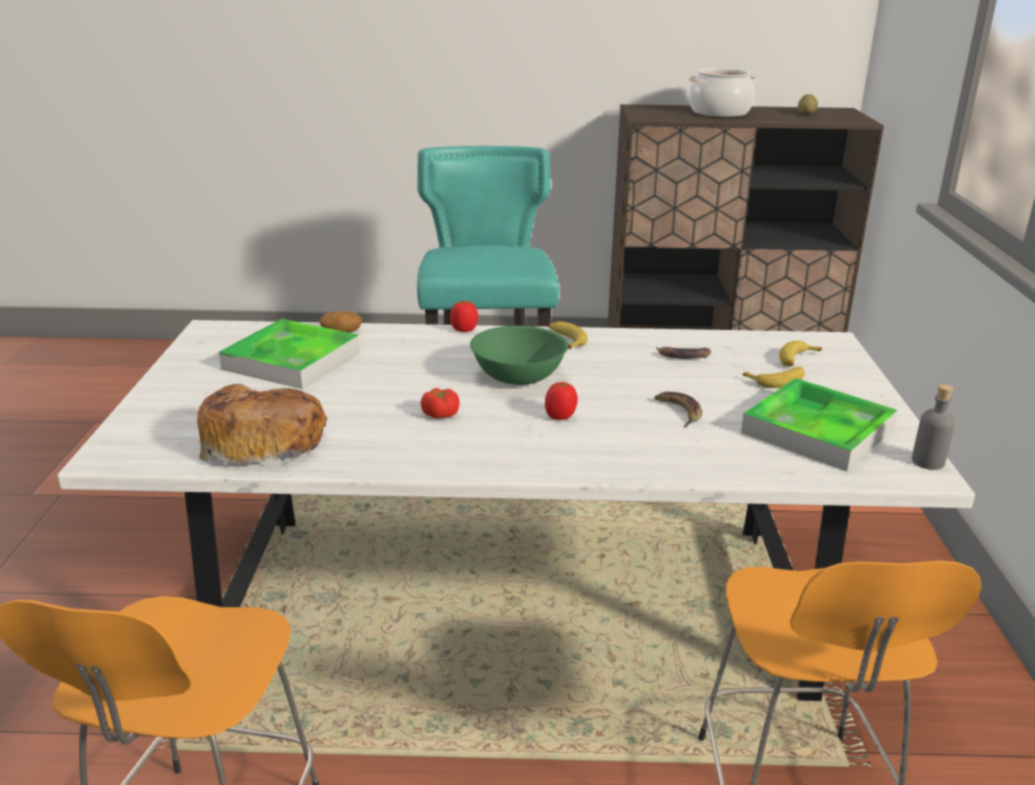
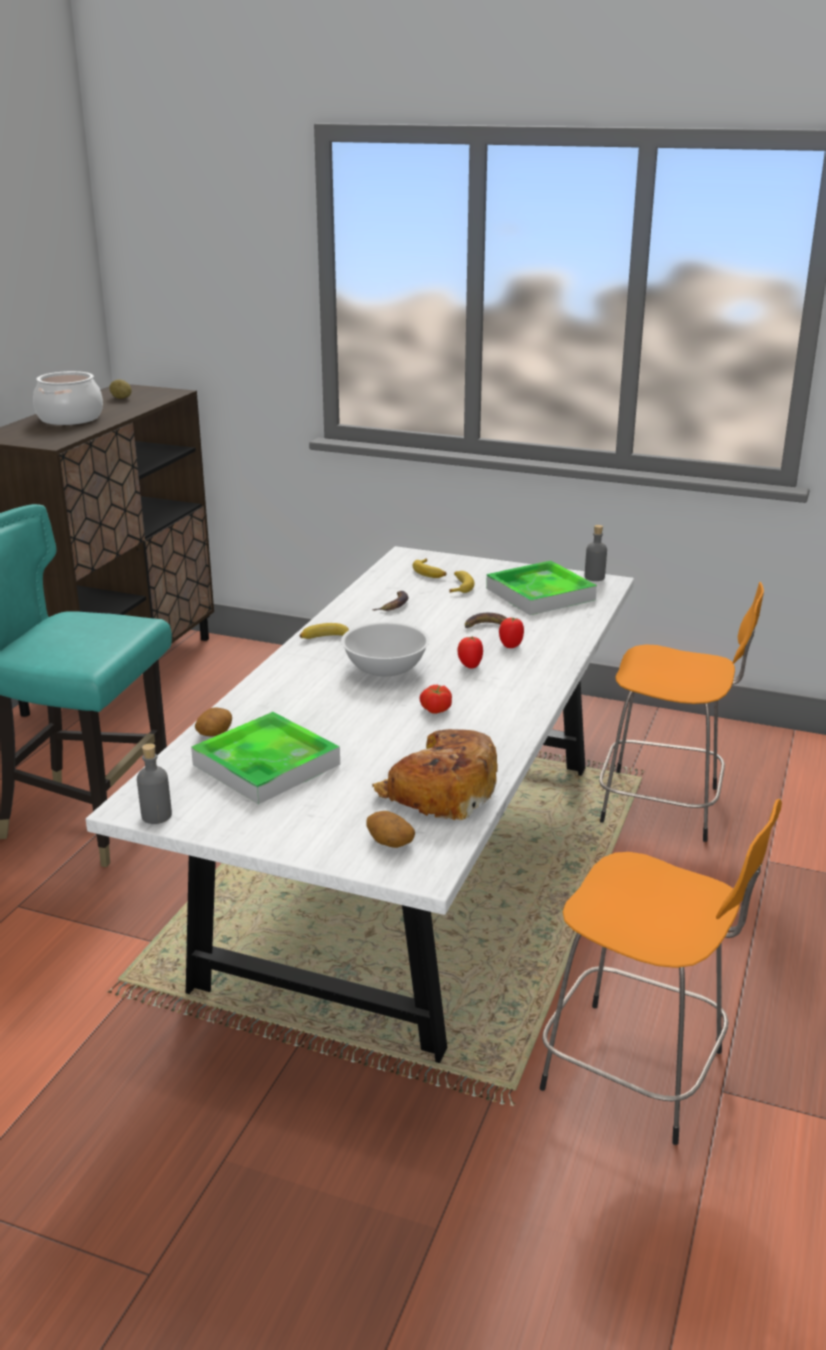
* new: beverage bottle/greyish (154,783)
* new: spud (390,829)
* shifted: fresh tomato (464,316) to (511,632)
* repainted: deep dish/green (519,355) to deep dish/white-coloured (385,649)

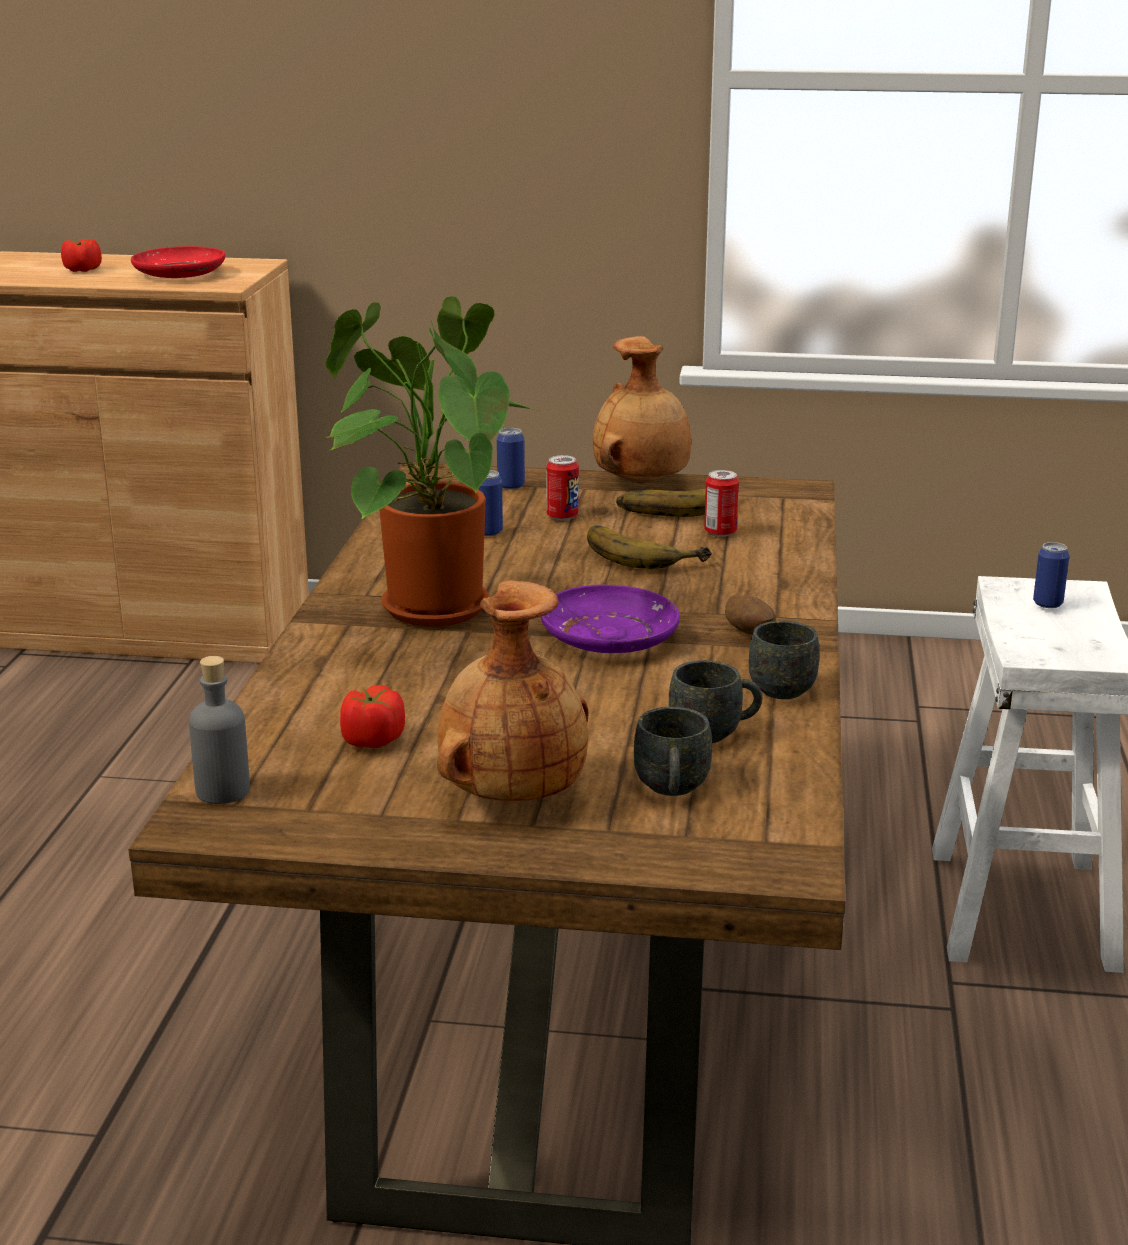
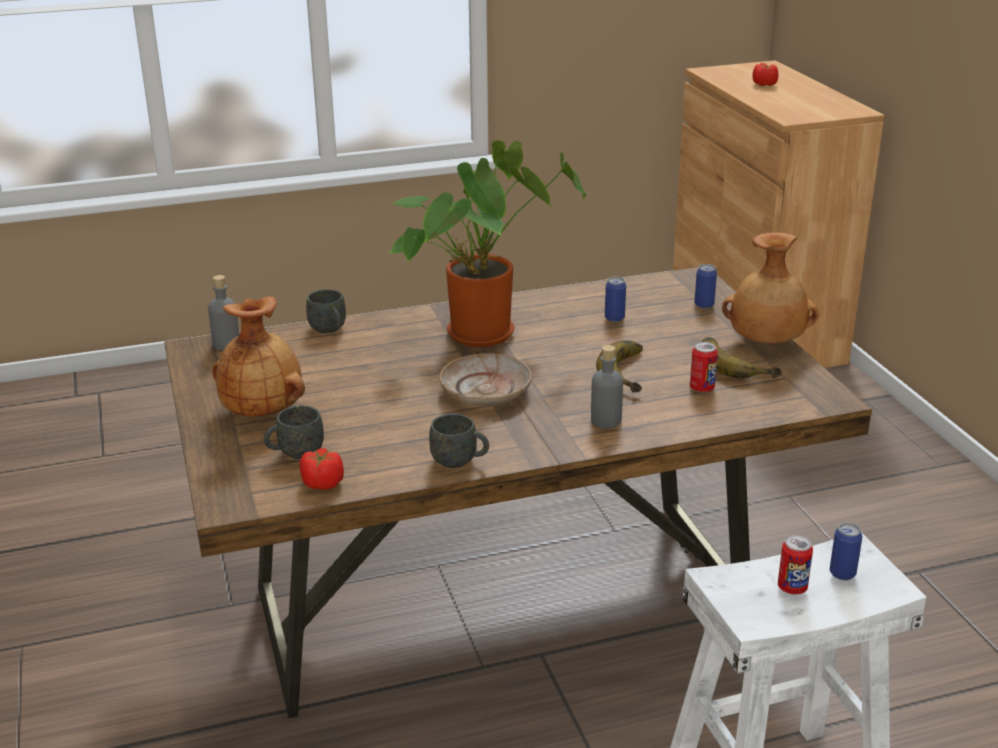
* gone: dinner plate/red-coloured (178,262)
* gone: spud (750,615)
* new: beverage bottle/greyish (607,386)
* shifted: fresh tomato (372,716) to (321,469)
* shifted: metal can (562,487) to (795,564)
* shifted: tea mug/greyish (715,701) to (326,311)
* repainted: dinner plate/purple (610,619) to dinner plate/beige-coloured (485,379)

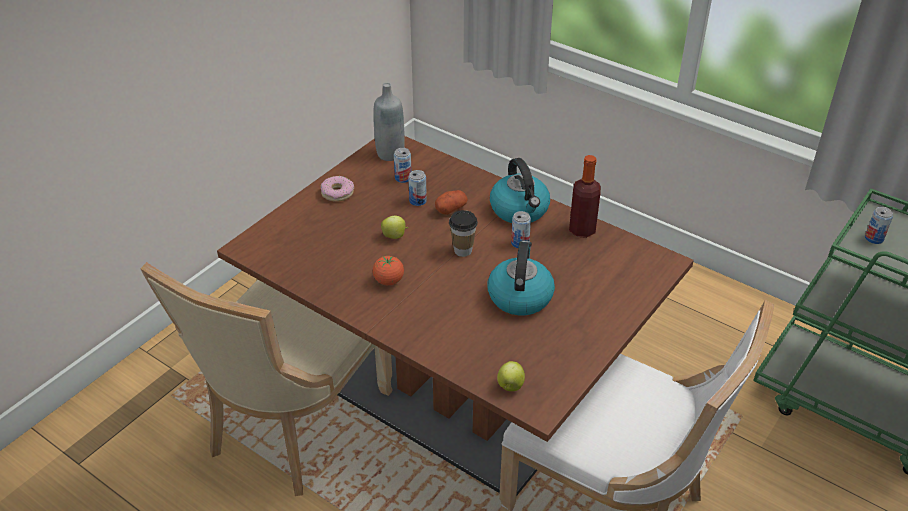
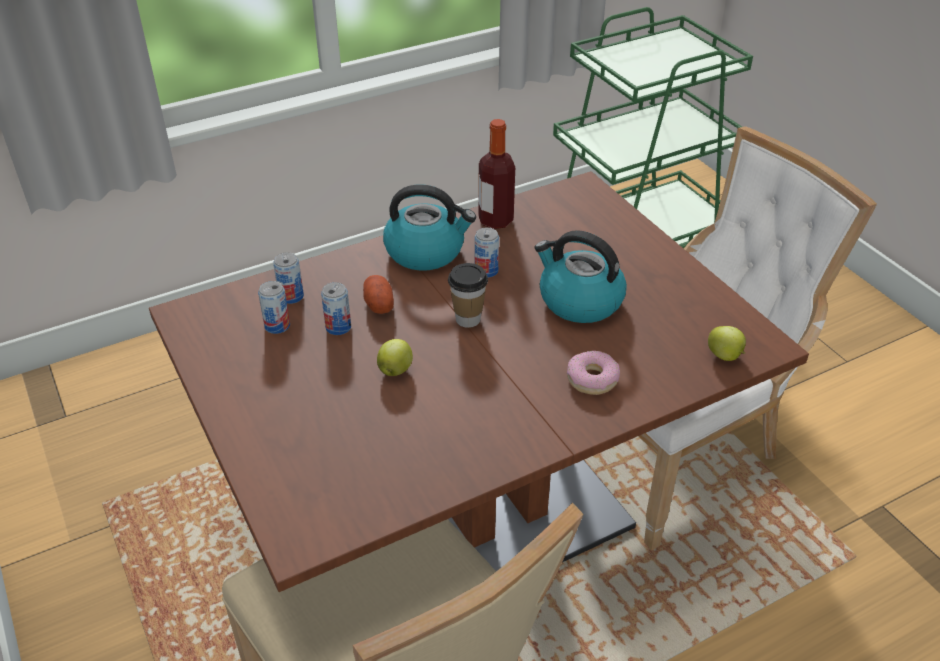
* gone: beverage bottle/greyish (389,122)
* gone: fresh tomato (388,270)
* shifted: doughnut (337,189) to (593,372)
* shifted: metal can (879,225) to (288,278)

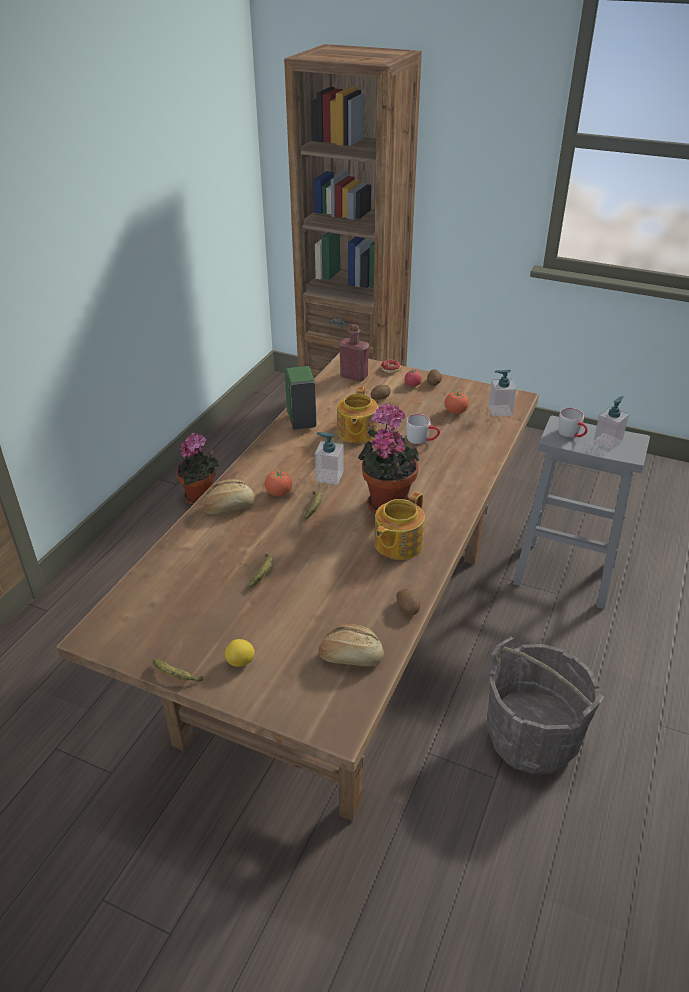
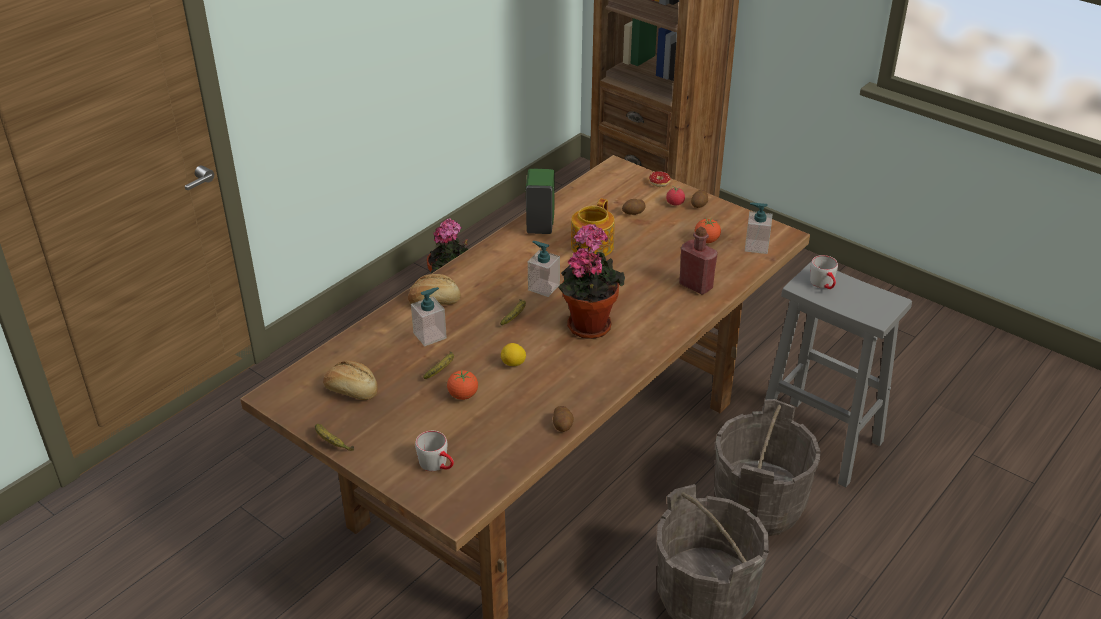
* gone: tea pot (400,525)
* new: bucket/greyish (767,467)
* shifted: citrus fruit (240,653) to (513,354)
* shifted: fresh tomato (278,483) to (462,384)
* shifted: baked bread (351,645) to (350,380)
* shifted: beverage bottle/red-coloured (354,353) to (698,261)
* shifted: tea mug/greyish (423,429) to (434,451)
* shifted: soap bottle (611,422) to (429,316)

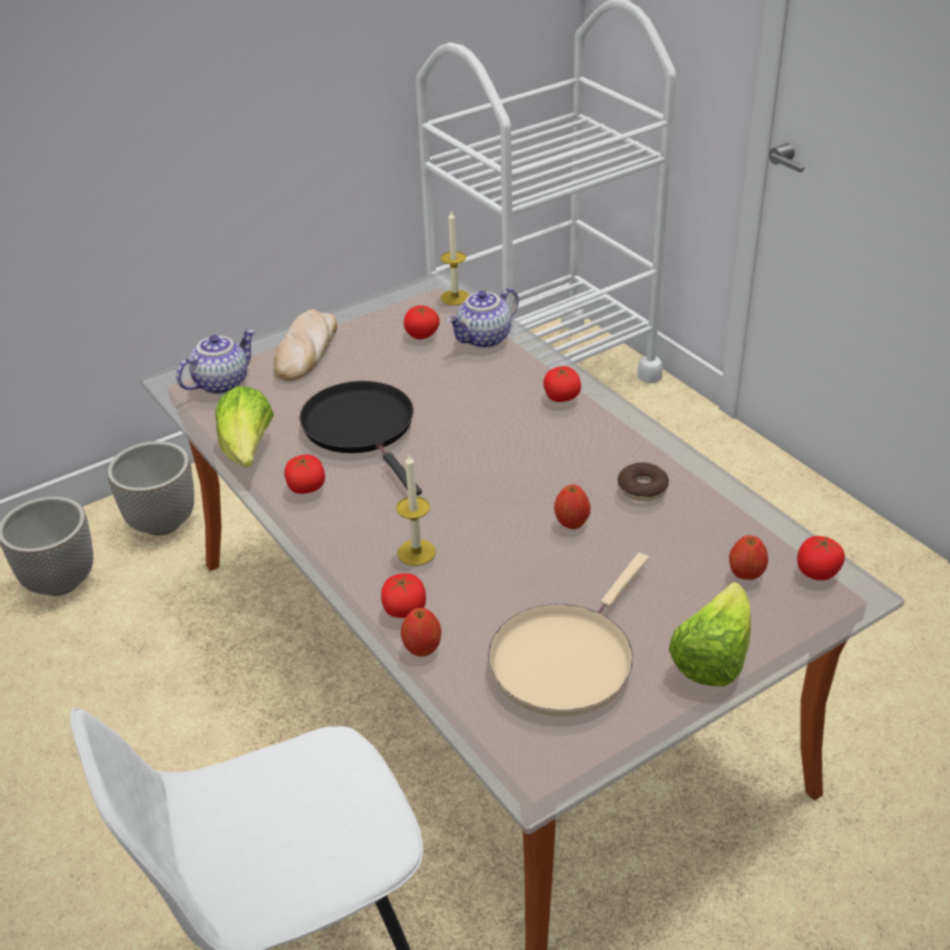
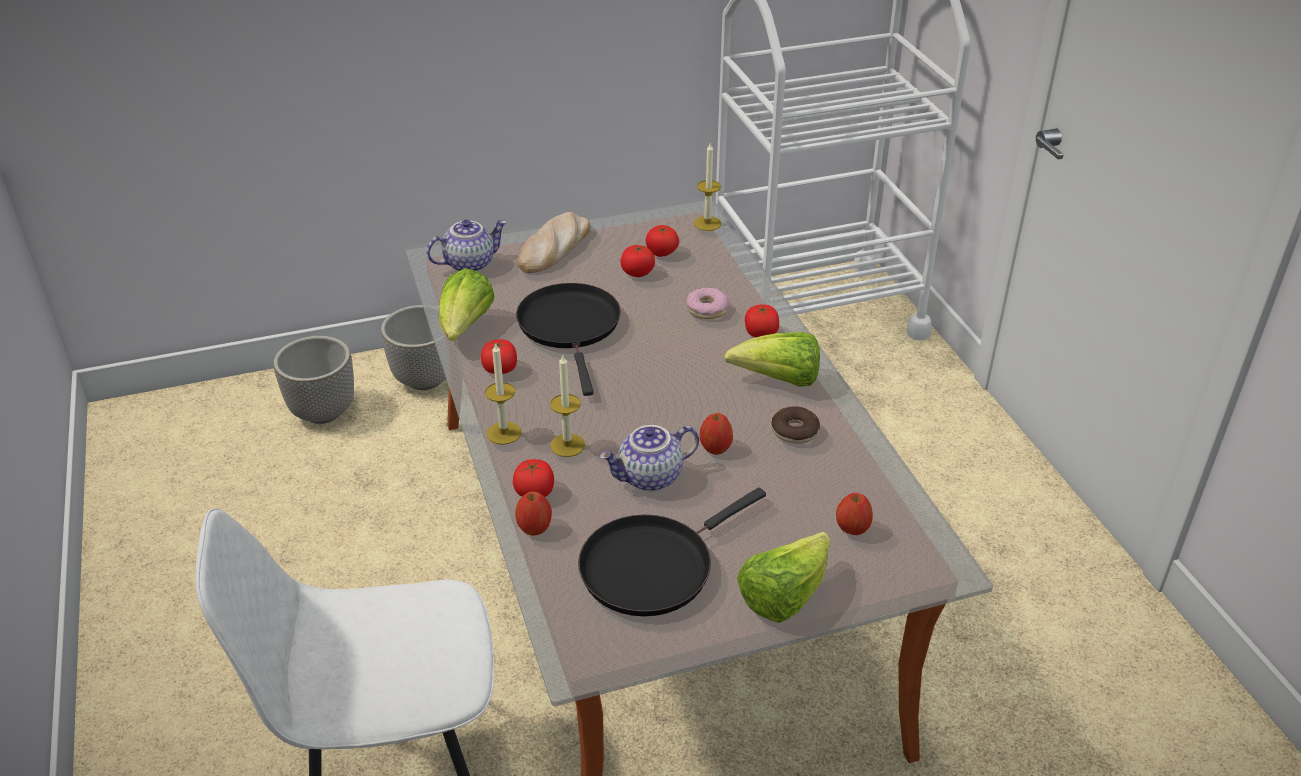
* new: wax light (503,393)
* new: doughnut (707,303)
* new: lettuce (772,359)
* shifted: tea pot (483,318) to (649,458)
* shifted: fresh tomato (821,558) to (638,261)
* repainted: pan/beige-coloured (568,634) to pan/blackish (672,552)

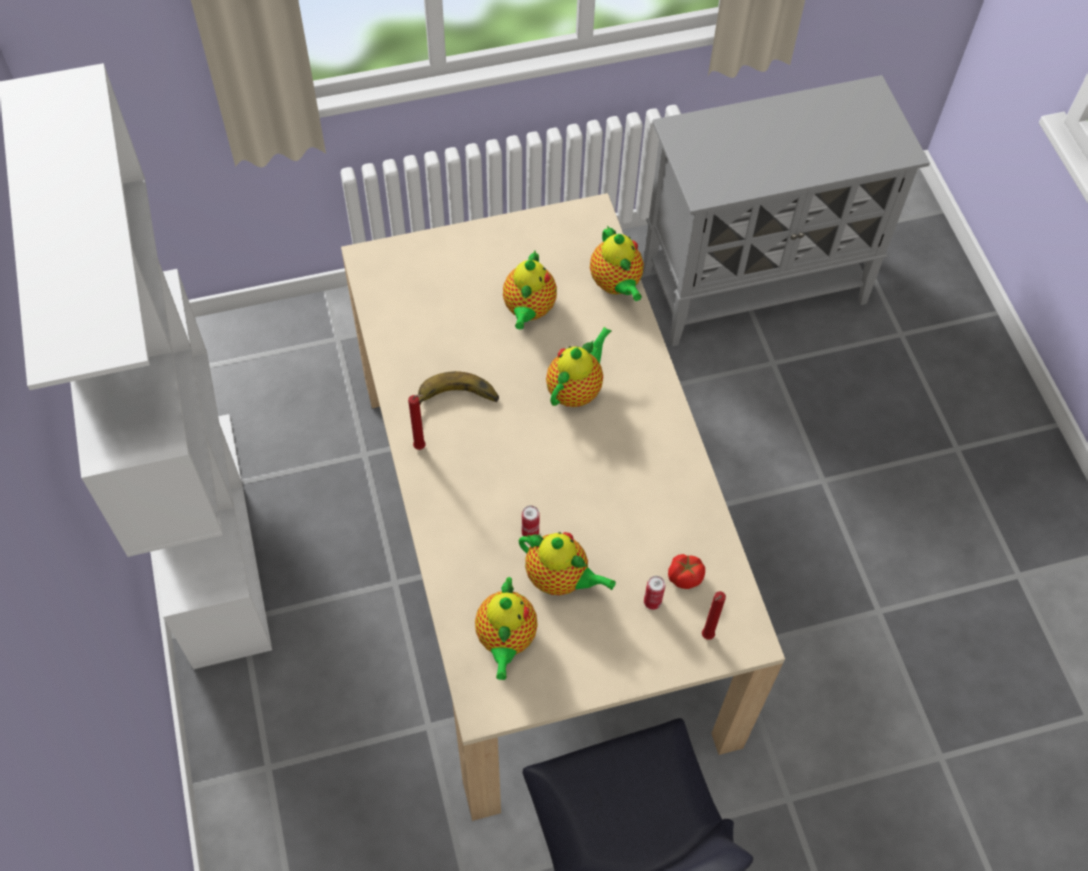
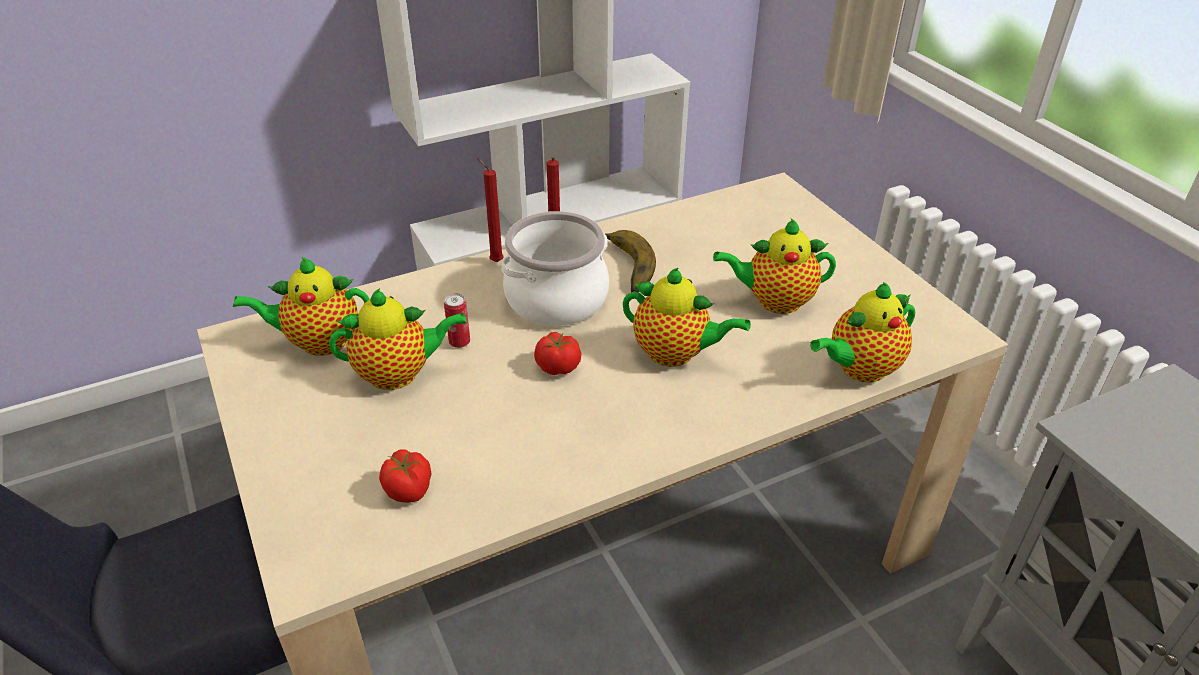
* gone: metal can (654,593)
* new: cooking pot (555,268)
* new: fresh tomato (557,353)
* shifted: wax light/red-coloured (714,615) to (490,210)
* rotated: tea pot (567,563) = (397,339) 120 degrees counterclockwise

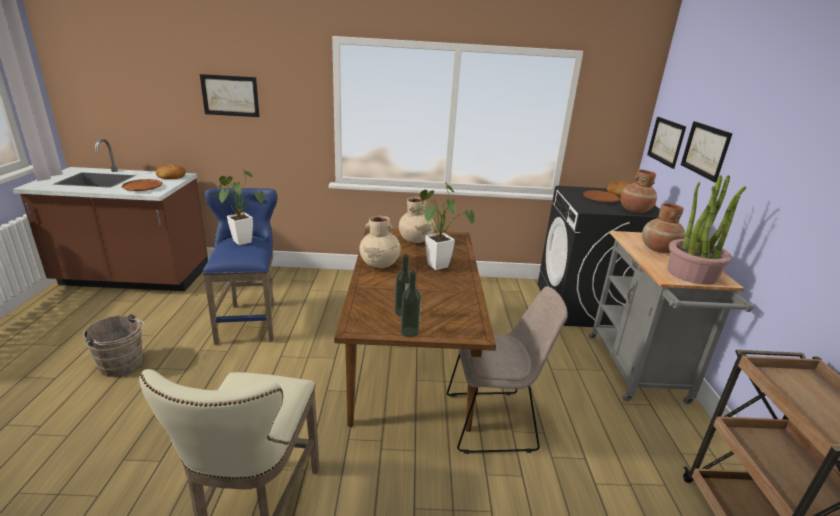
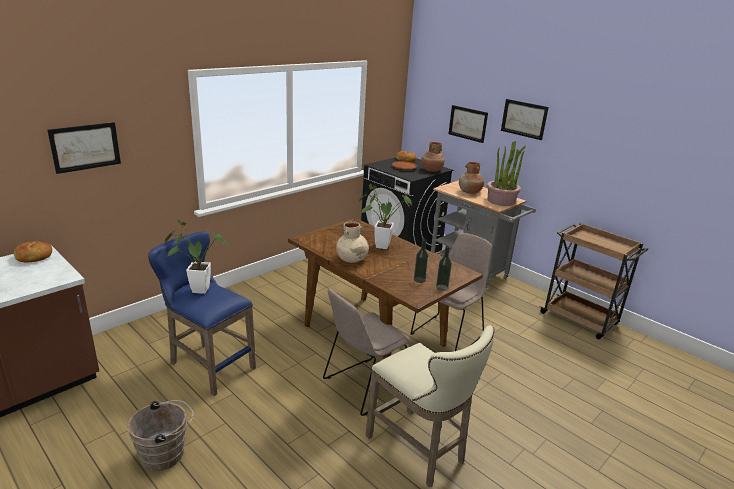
* gone: dinner plate/brown-coloured (142,185)
* gone: flower vase/beige-coloured (417,220)
* new: chair/beige-coloured (366,352)
* shifted: wall art (666,143) to (525,119)

